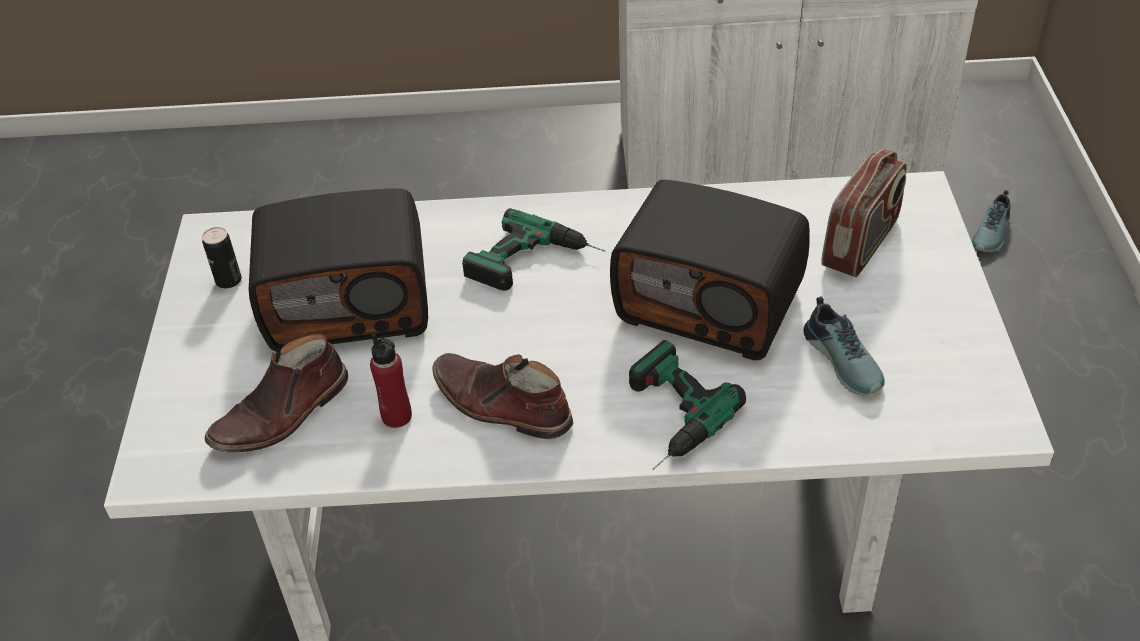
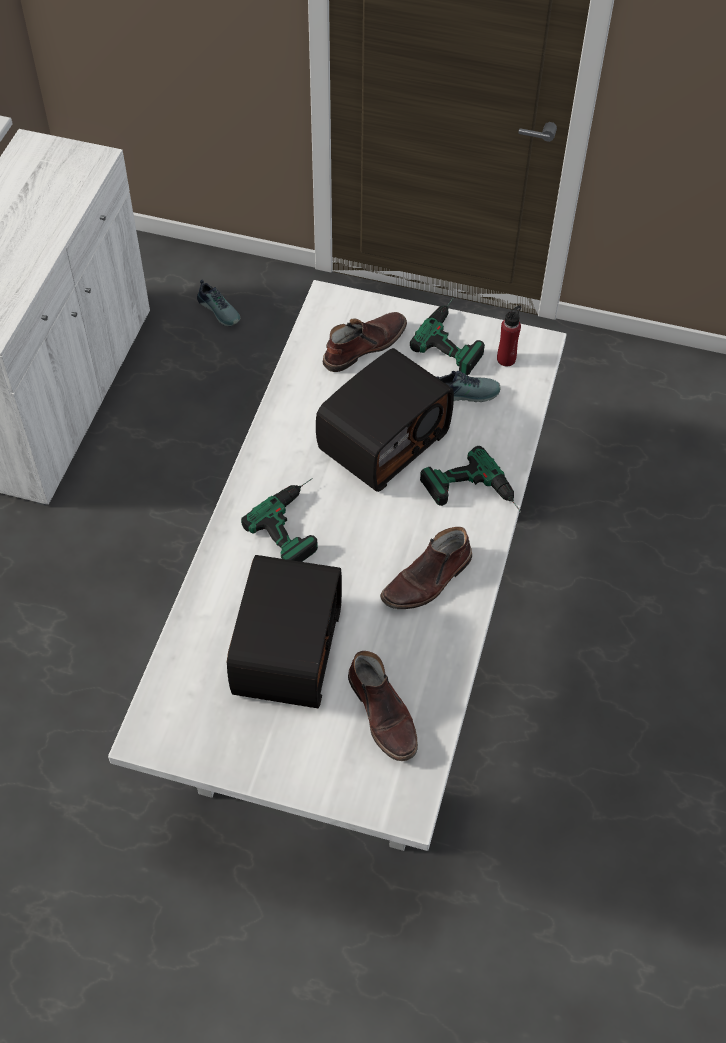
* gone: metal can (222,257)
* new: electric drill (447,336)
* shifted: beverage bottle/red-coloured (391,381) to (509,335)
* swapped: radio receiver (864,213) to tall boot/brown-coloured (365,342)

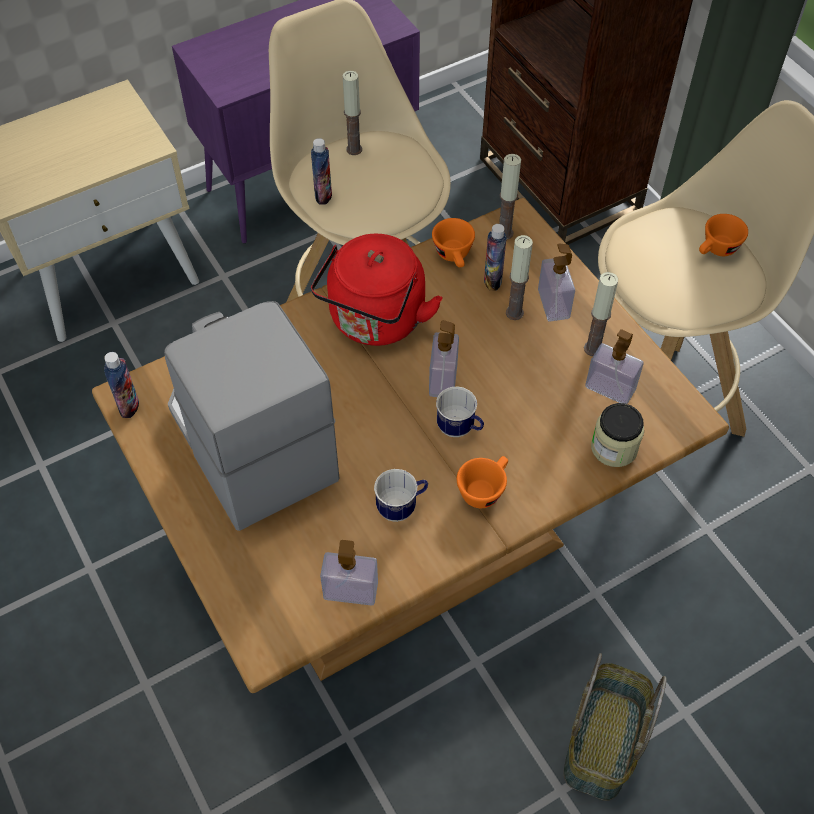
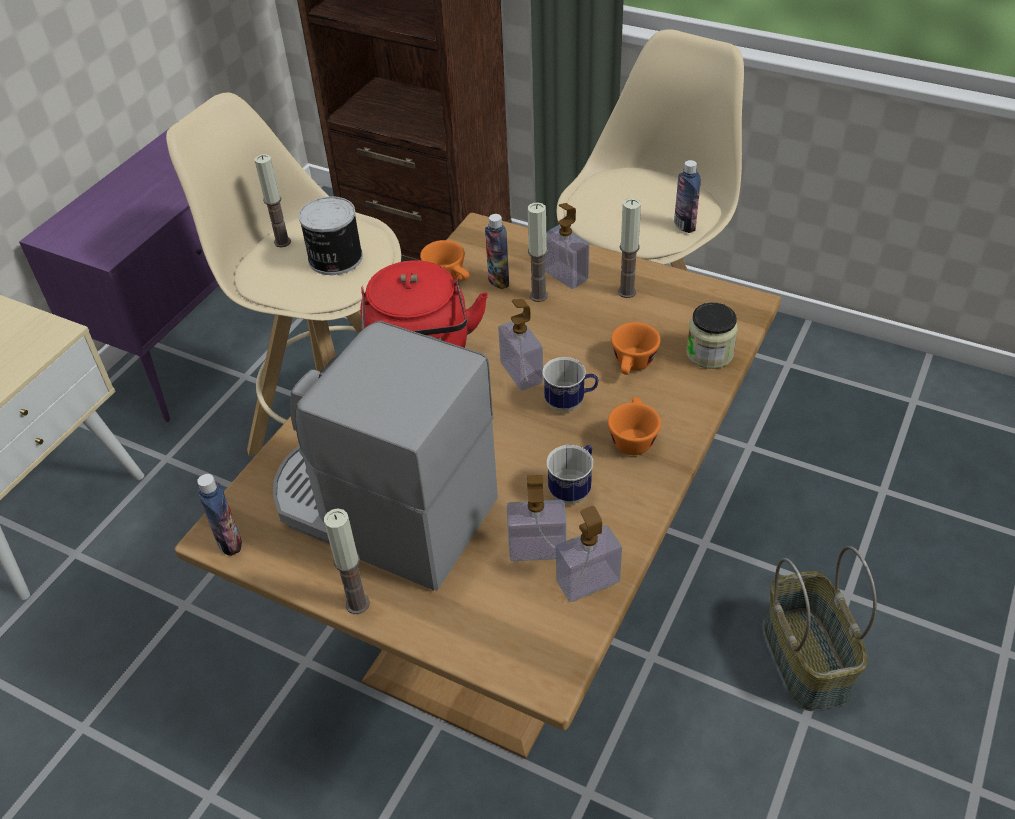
* new: metal can (330,235)
* shifted: beverage bottle (321,171) to (687,196)
* shifted: wax light (510,197) to (347,561)
* shifted: soap bottle (614,366) to (536,518)
* shifted: cup/orangey (723,235) to (635,348)

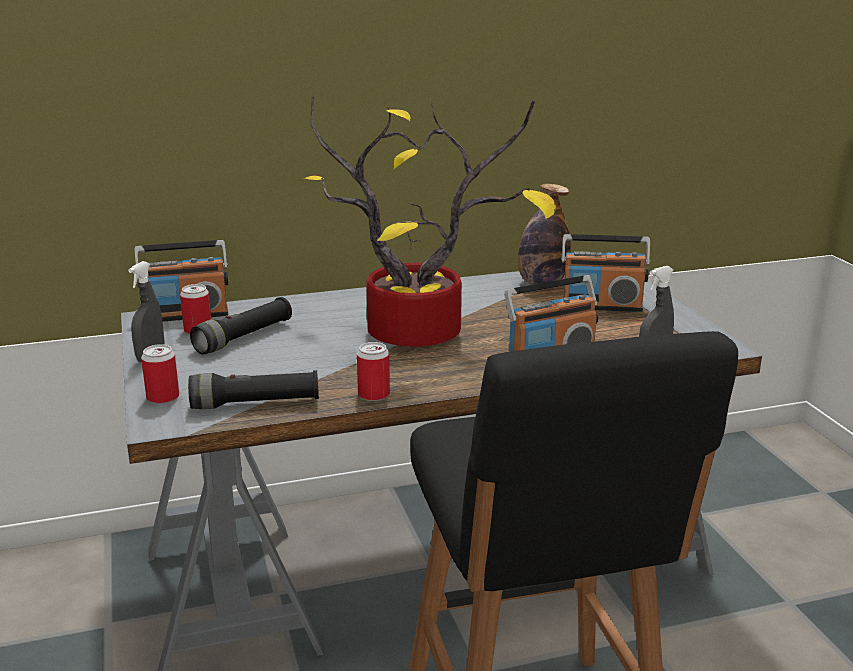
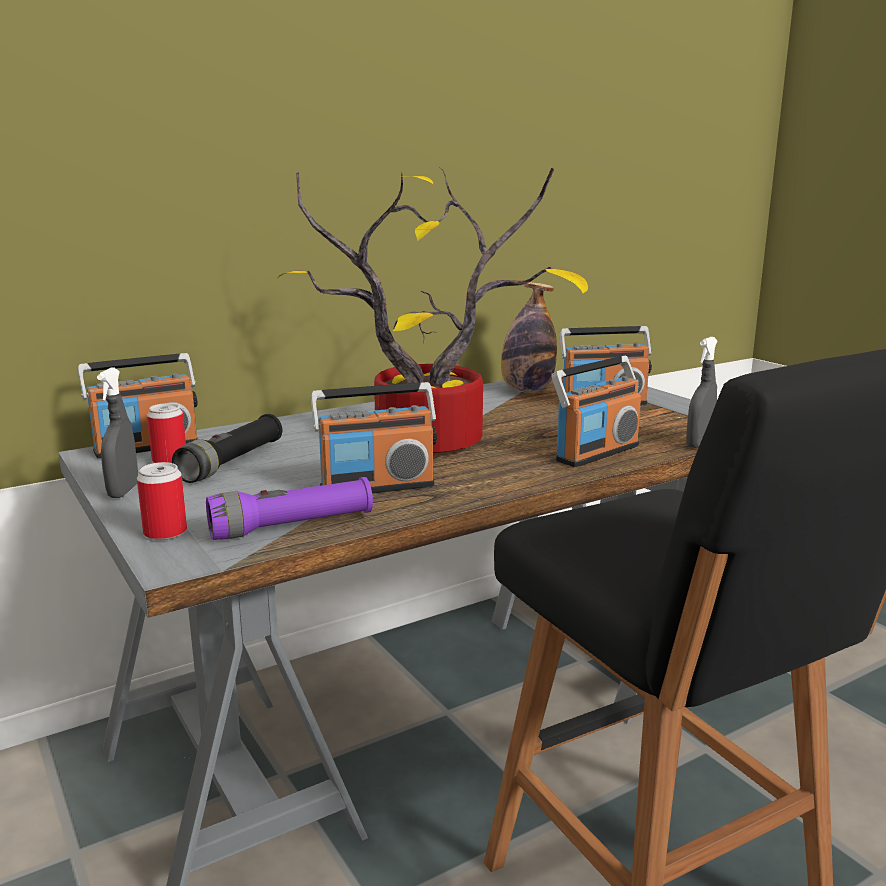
* gone: metal can (373,371)
* new: radio receiver (374,437)
* repainted: torch/blackish (253,389) to torch/purple (289,508)

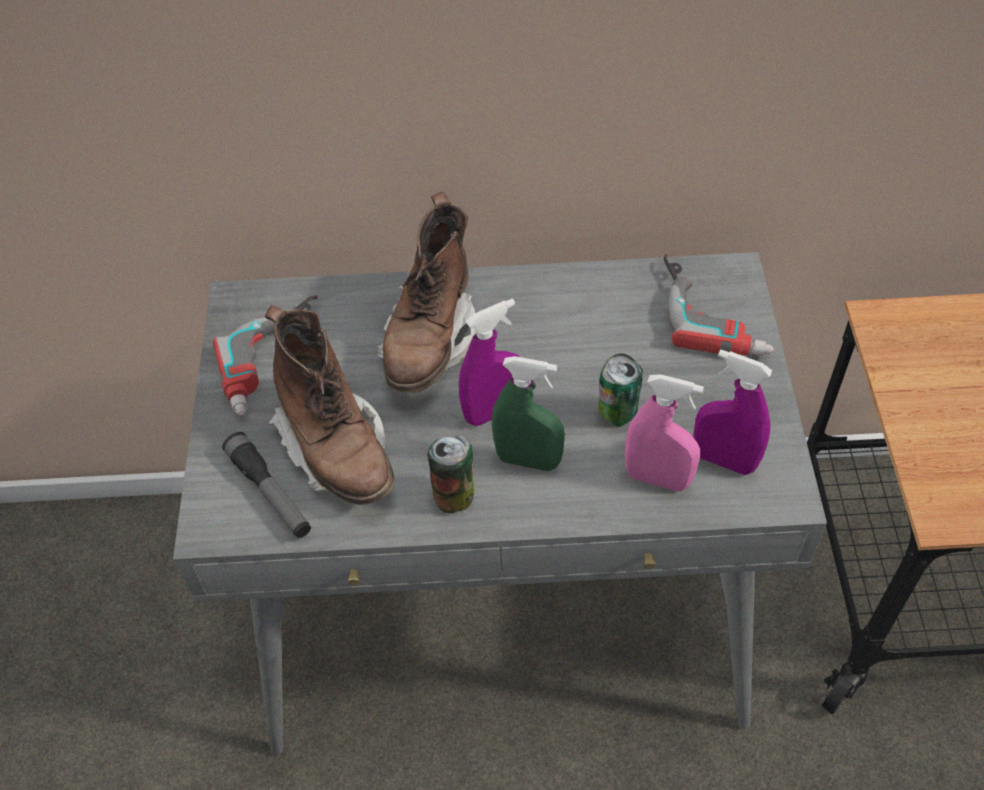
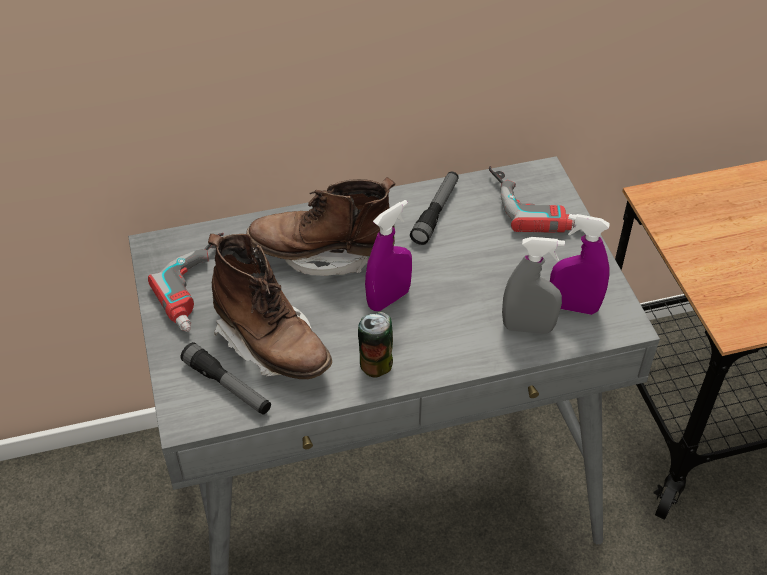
* gone: spray bottle/green (528,413)
* gone: metal can (620,390)
* new: torch (434,208)
* repainted: spray bottle/pink-coloured (664,433) to spray bottle/greyish (533,285)
* rotated: tall boot/brown-coloured (427,292) = (320,226) 90 degrees clockwise

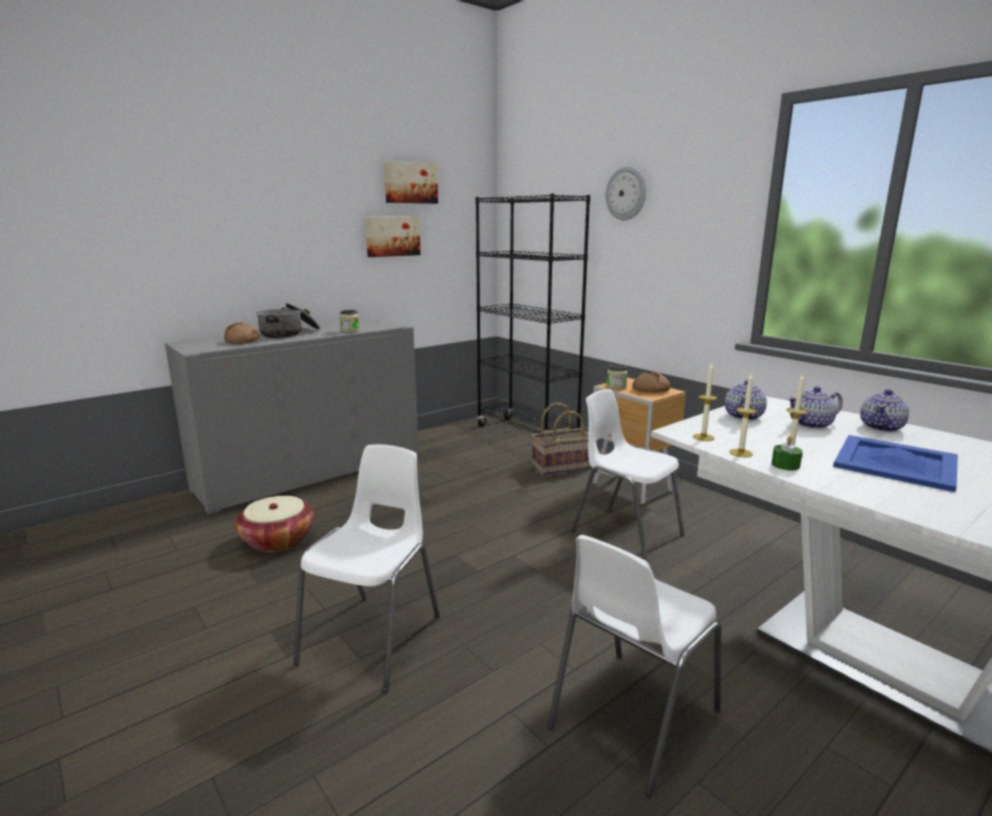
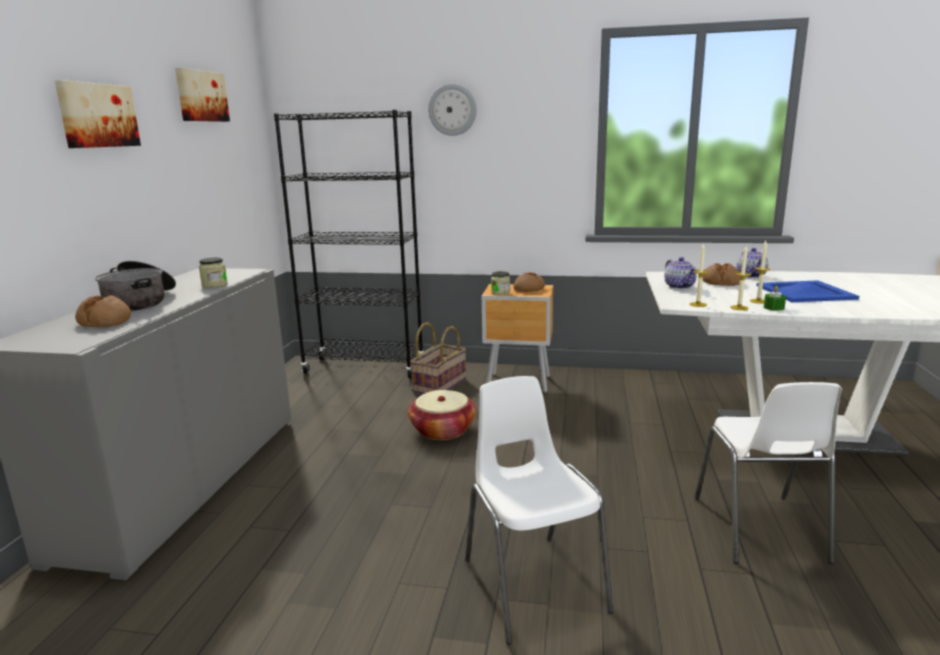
* gone: chair/white-coloured (627,476)
* shifted: storage basket (275,524) to (442,415)
* shifted: wall art (393,236) to (98,114)
* swapped: tea pot (815,408) to baked bread (721,274)

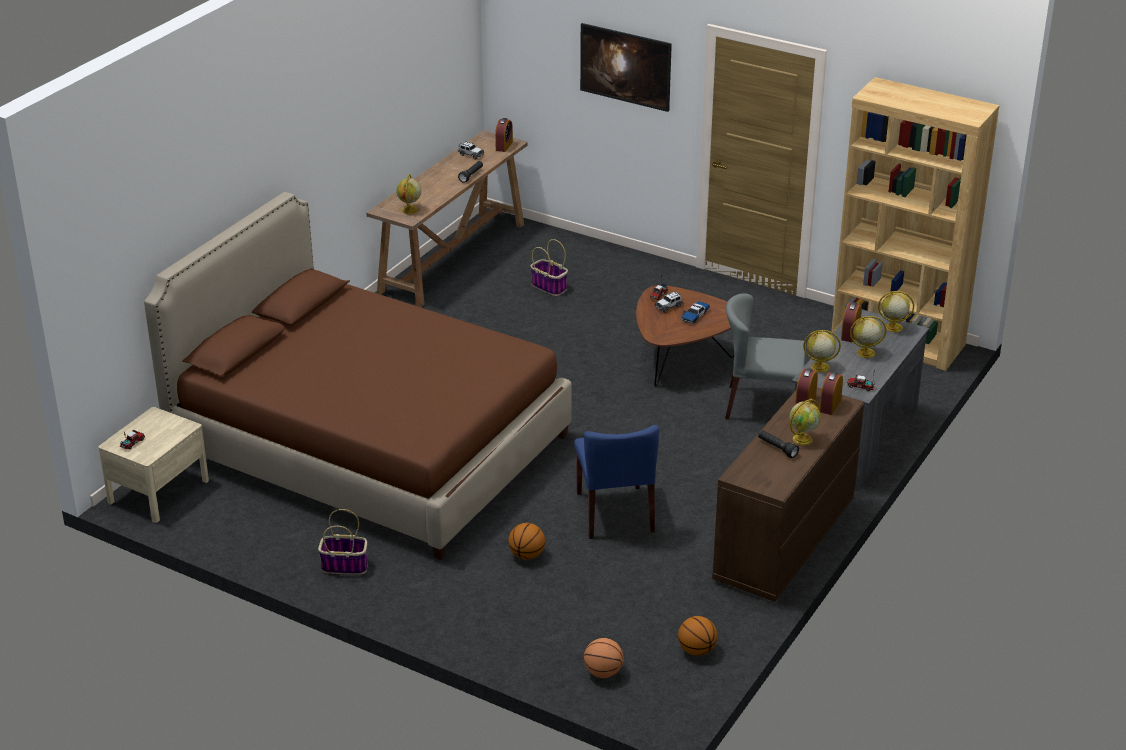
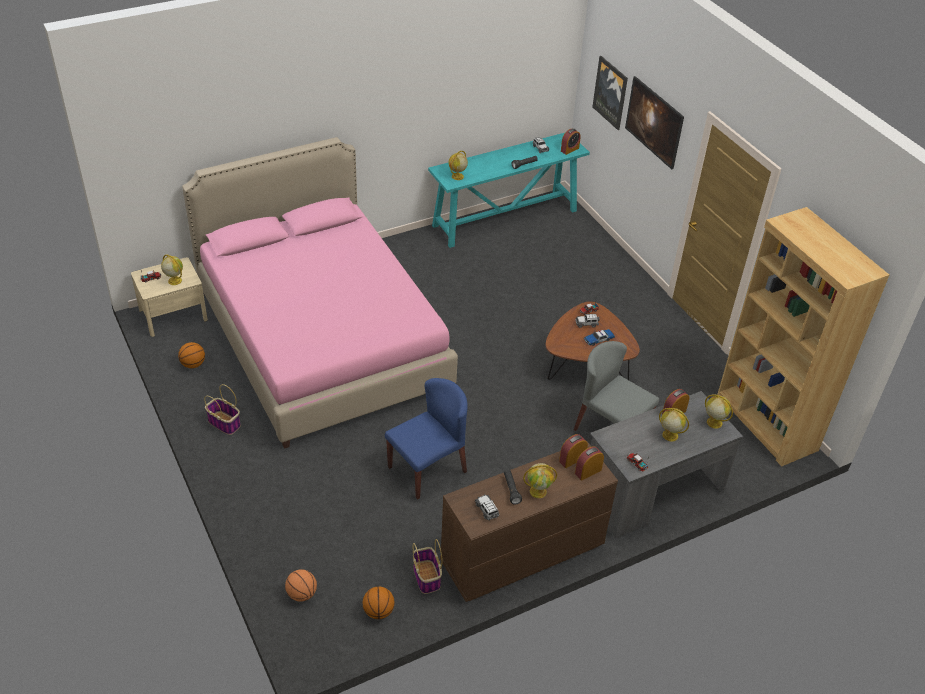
* new: model car (487,507)
* new: wall art (610,93)
* shifted: basketball (526,541) to (191,355)
* shifted: storage basket (549,267) to (428,566)
* shifted: globe (822,351) to (172,269)
* repainted: sleeping bed/brown-coloured (358,376) to sleeping bed/pink-coloured (320,293)
* repainted: narrow table/brown-coloured (447,218) to narrow table/turquoise (509,190)
* rotated: chair/bluish (616,482) = (426,439) 150 degrees counterclockwise

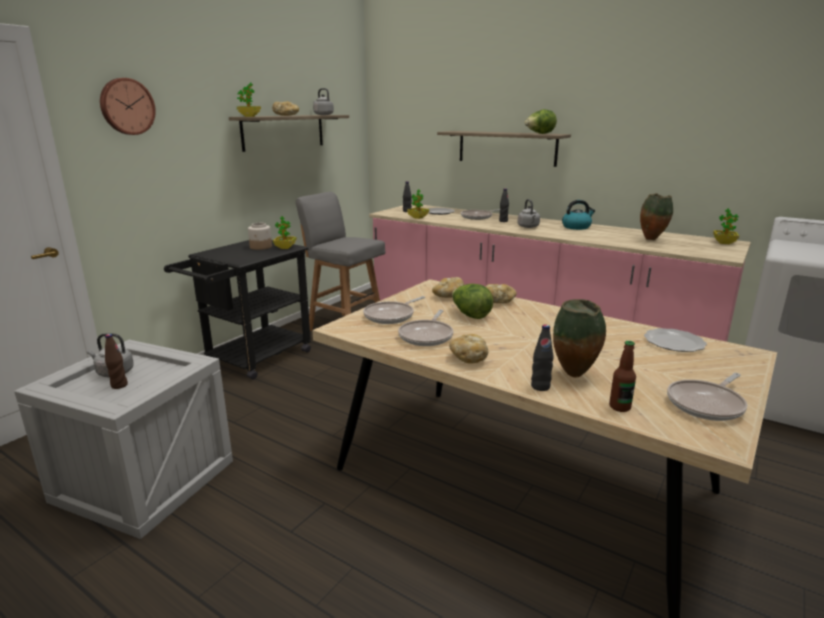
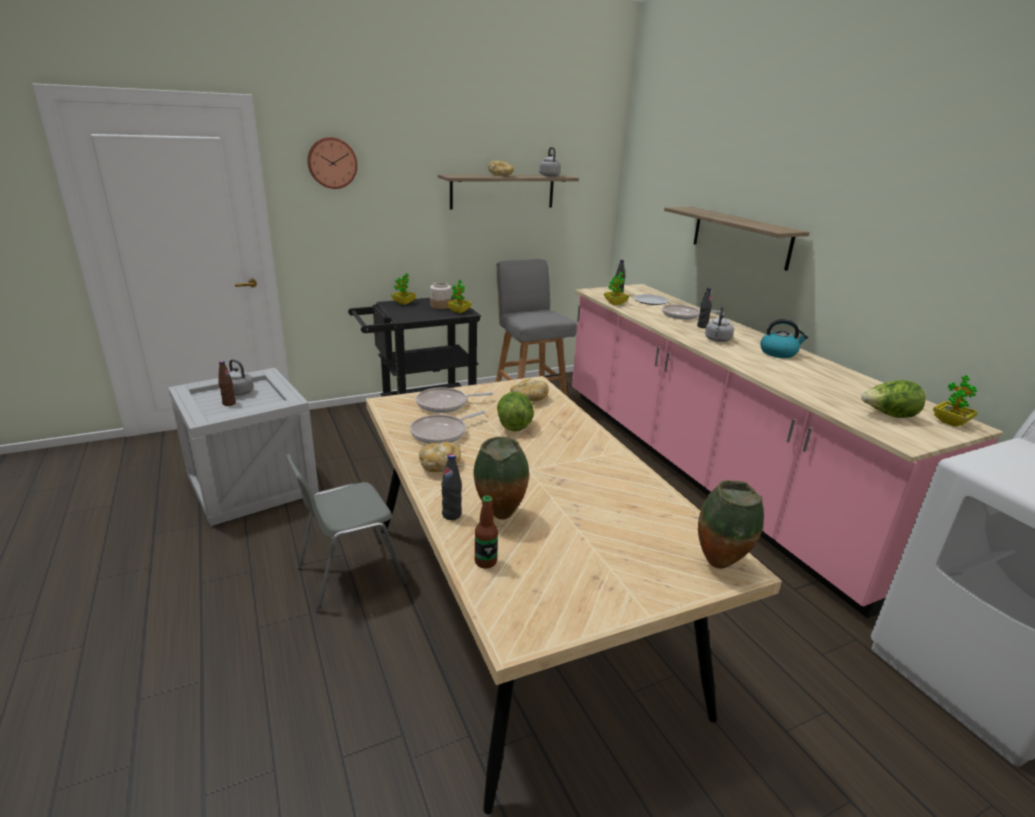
* gone: baked bread (501,293)
* gone: dinner plate (675,340)
* gone: pan (707,397)
* new: chair/greyish (346,533)
* shifted: plant in a pot (249,100) to (403,289)
* shifted: lettuce (540,121) to (893,399)
* shifted: flower vase (656,216) to (731,524)

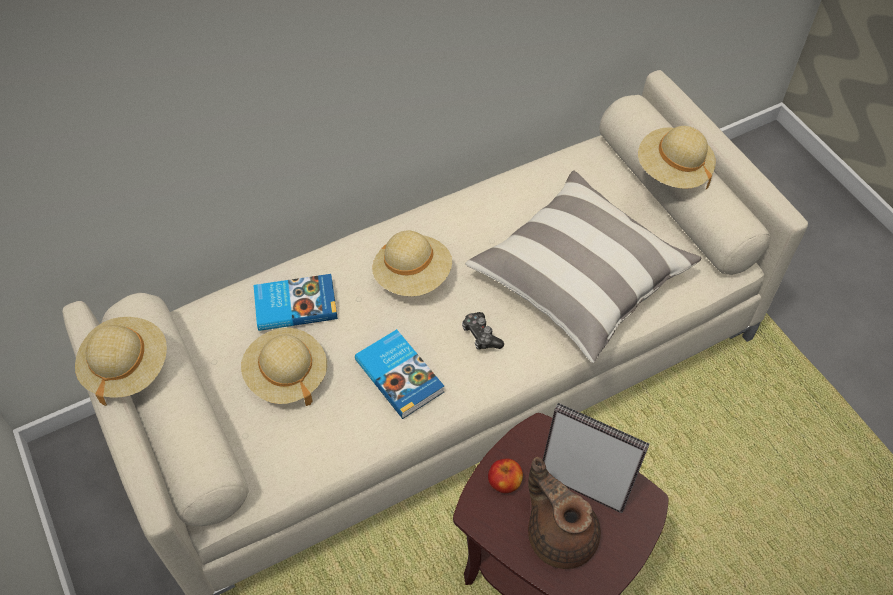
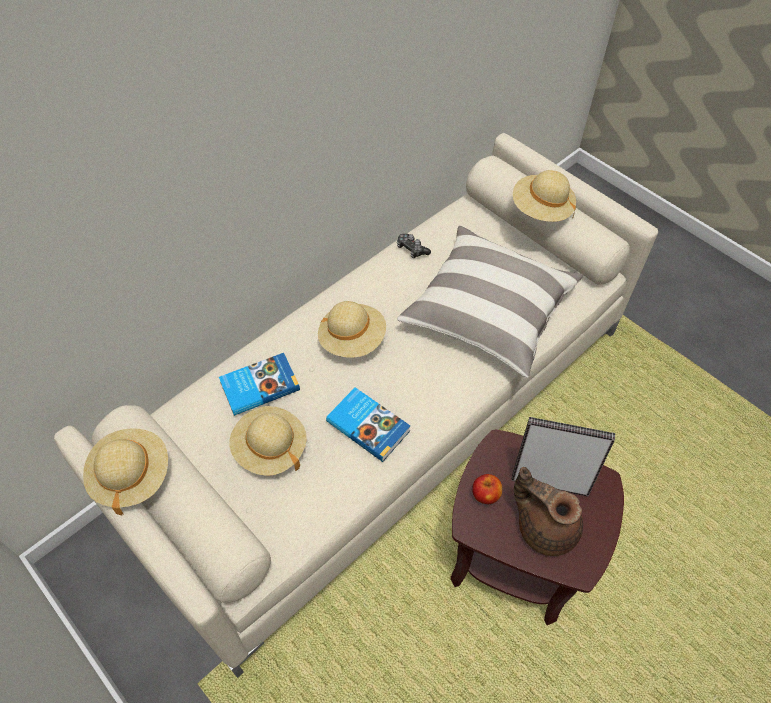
* shifted: joypad (483,331) to (414,246)

